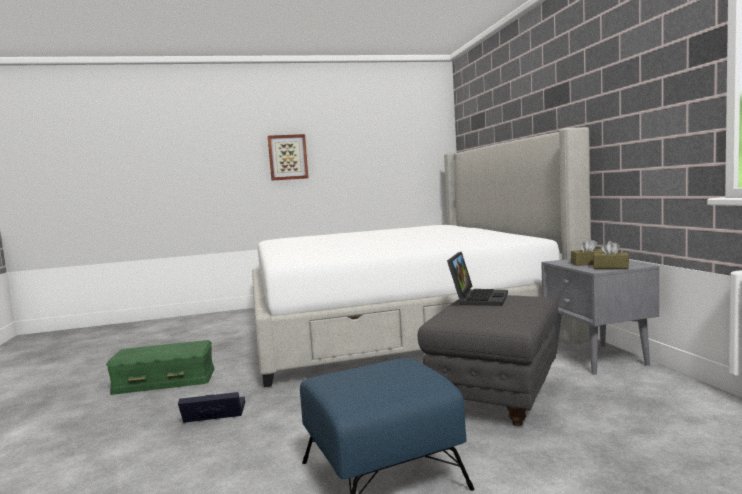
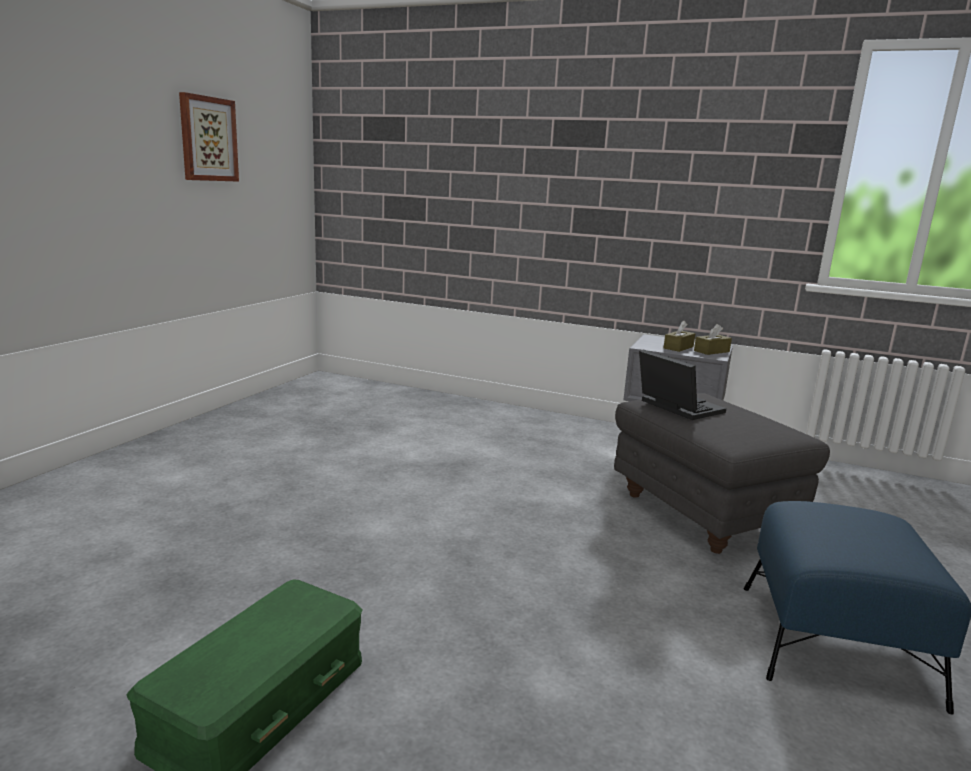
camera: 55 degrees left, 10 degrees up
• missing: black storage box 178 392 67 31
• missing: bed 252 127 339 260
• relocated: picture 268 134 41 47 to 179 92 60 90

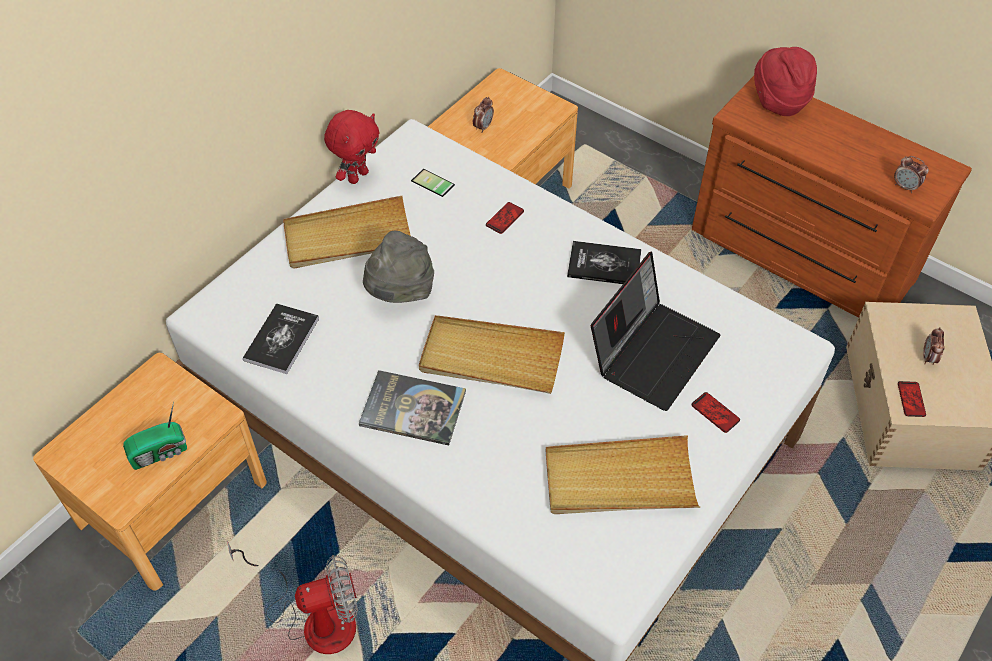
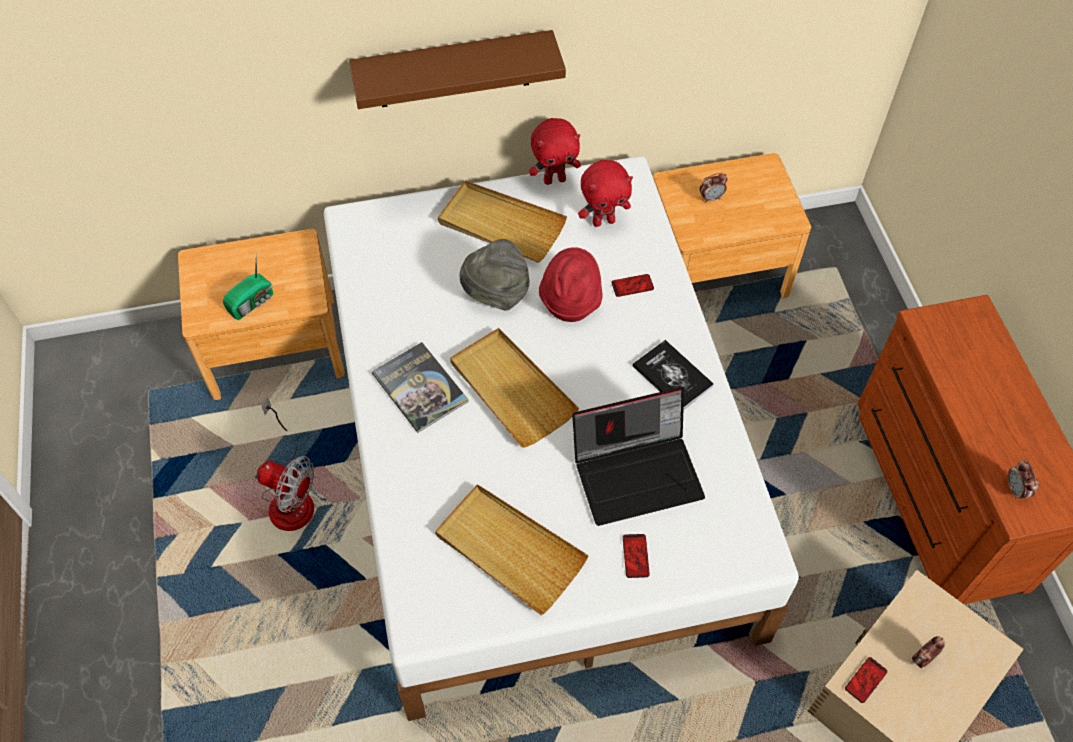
camera: 40 degrees right, 5 degrees up
• spun: radio 123 401 64 69 = 223 253 50 67 60 degrees counterclockwise
• missing: book 243 303 76 71
• exchanged: phone 411 169 44 28 to red plush toy 578 160 55 67
• relocated: red hat 754 47 63 69 to 539 247 63 75
• appeared: brown shelf 349 30 217 79

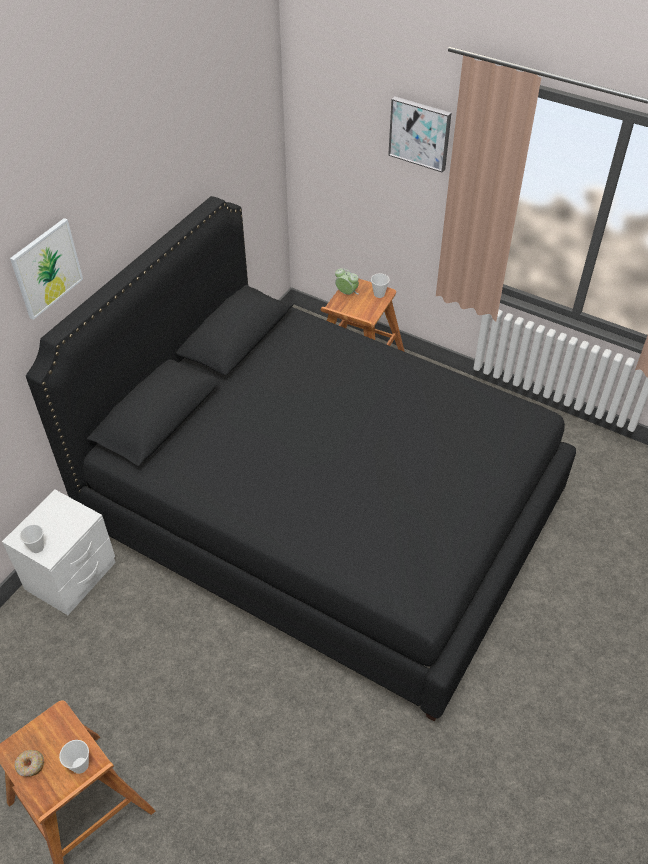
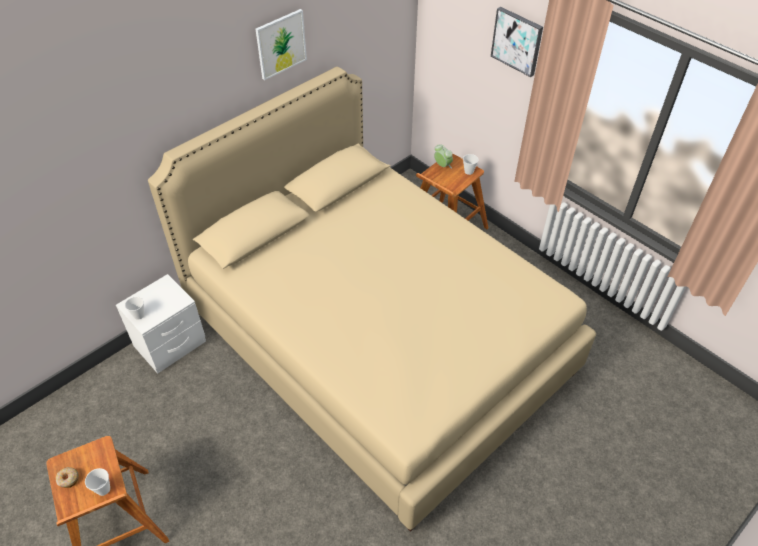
camera: 15 degrees right, 0 degrees up
• relocated: picture 10 218 73 102 to 256 9 51 71
• colour: black bed 26 196 550 526 to beige bed 148 67 448 465

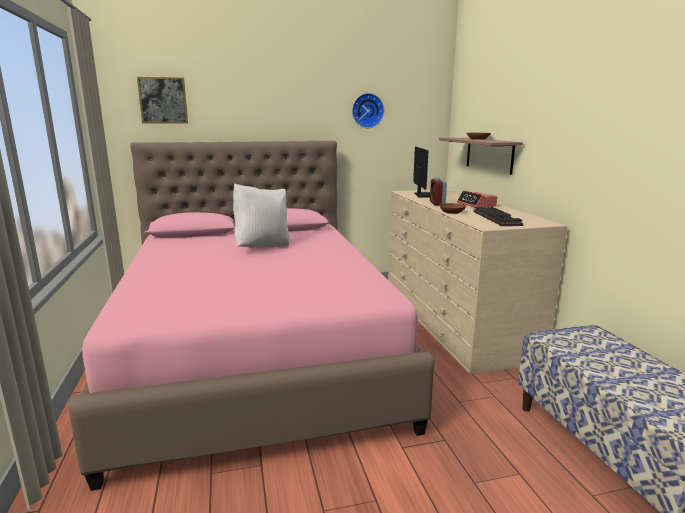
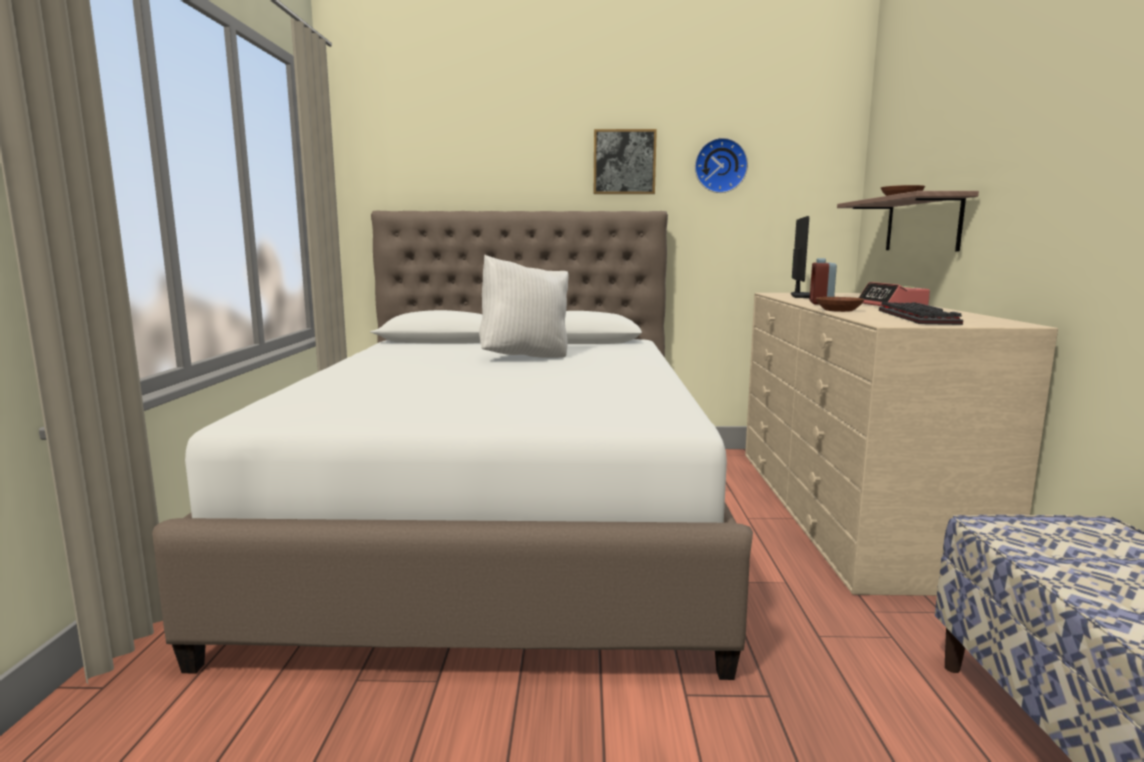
camera: 15 degrees right, 5 degrees down
• colour: pink bed 68 141 367 350 to white bed 152 211 601 469
• relocated: picture 137 77 51 46 to 594 129 63 65

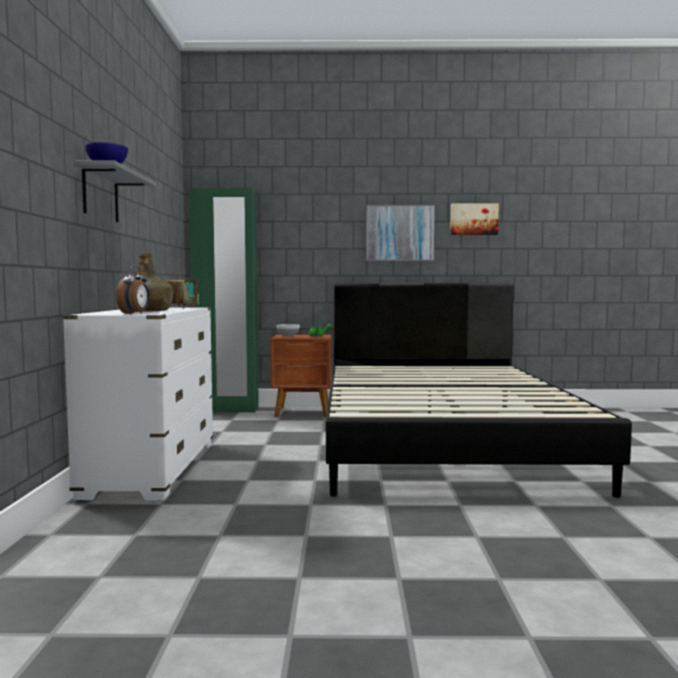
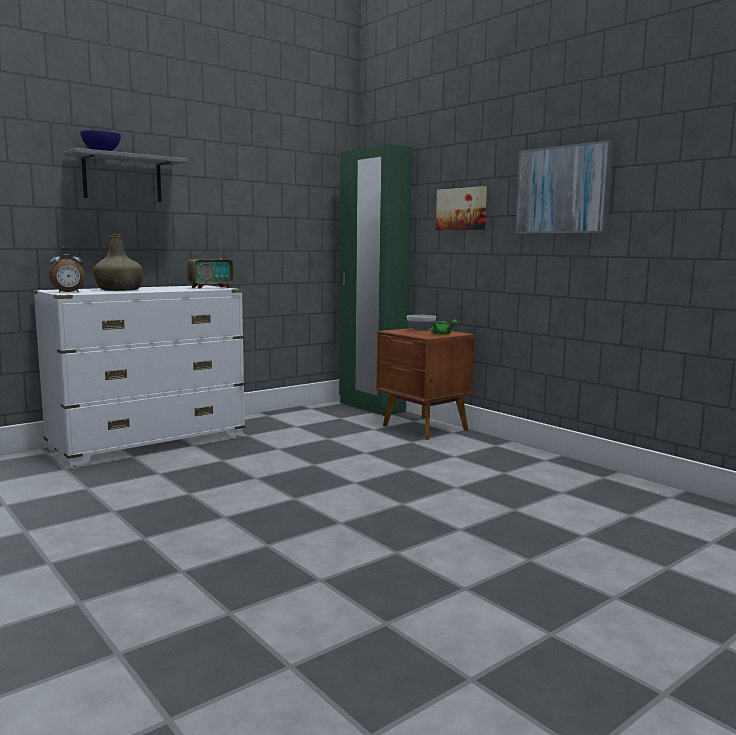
camera: 50 degrees right, 5 degrees up
• missing: black bed 326 283 306 215
• relocated: picture 450 204 49 31 to 436 186 51 44

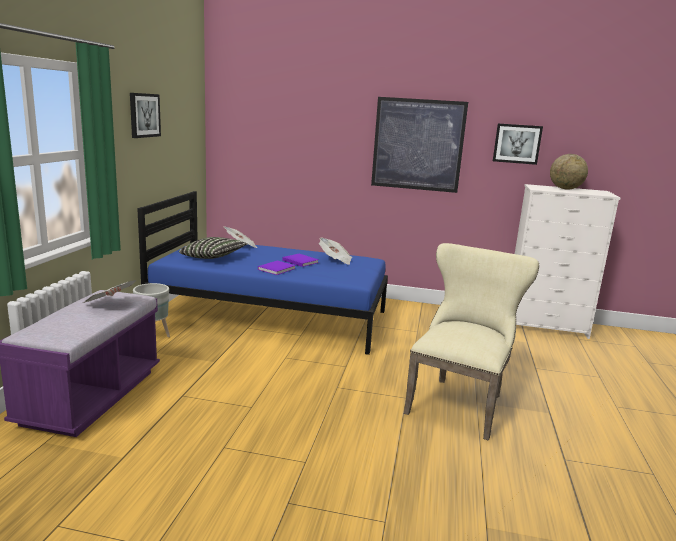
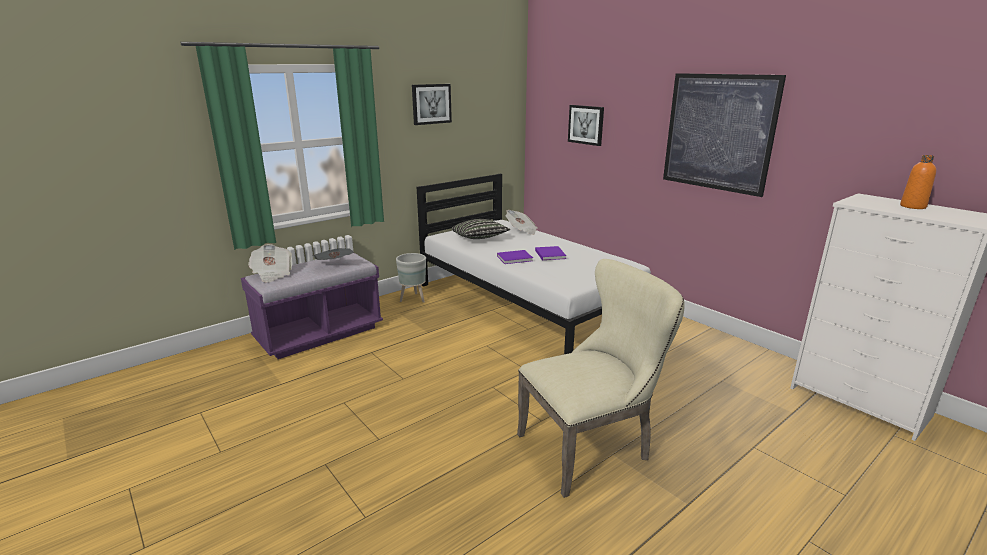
camera: 40 degrees right, 5 degrees up
• colour: blue bed 137 191 251 164 to white bed 417 174 234 180
• relocated: newspaper 319 237 33 28 to 248 244 44 39
• relocated: picture 493 123 50 42 to 568 105 36 41
• exchanged: globe 550 154 38 36 to orange bottle 900 155 36 54

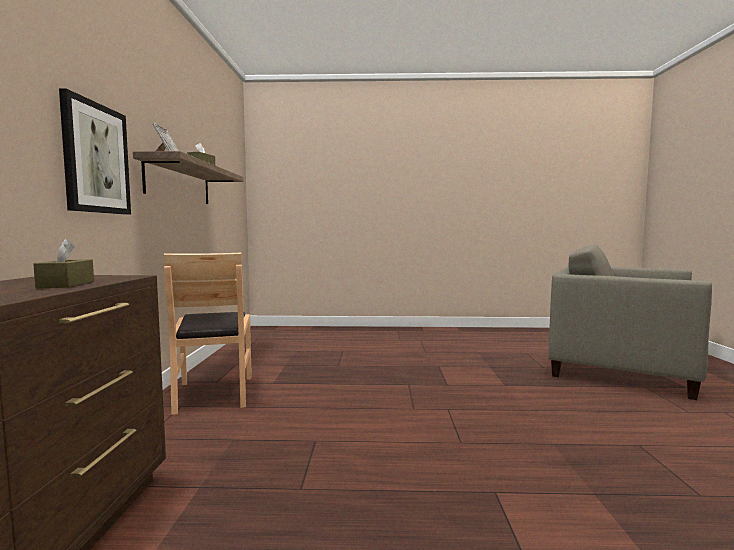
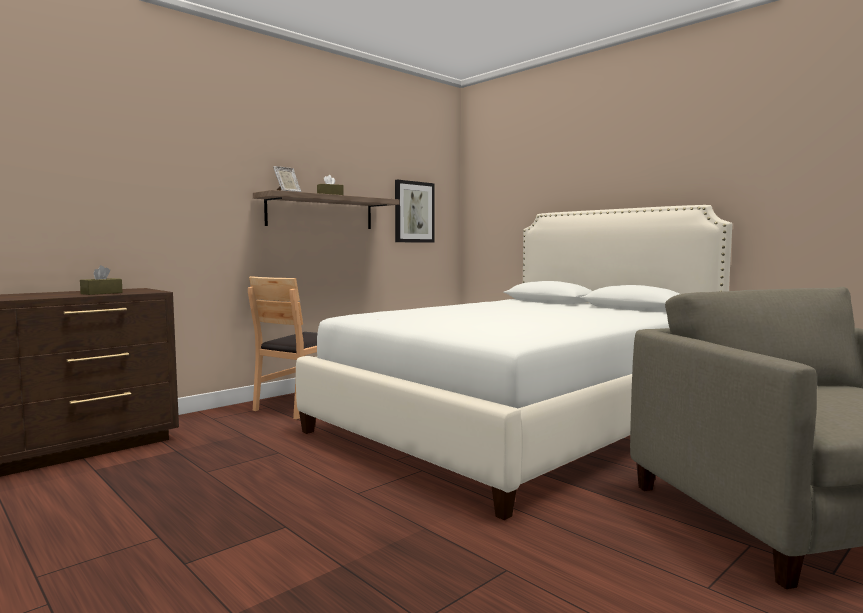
camera: 45 degrees right, 0 degrees up
• relocated: picture 59 88 72 127 to 395 180 40 63
• appeared: white bed 296 205 436 315

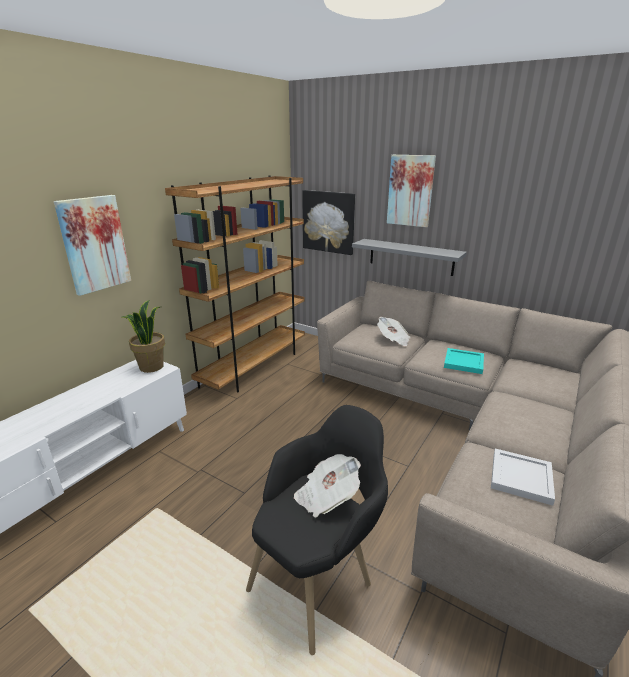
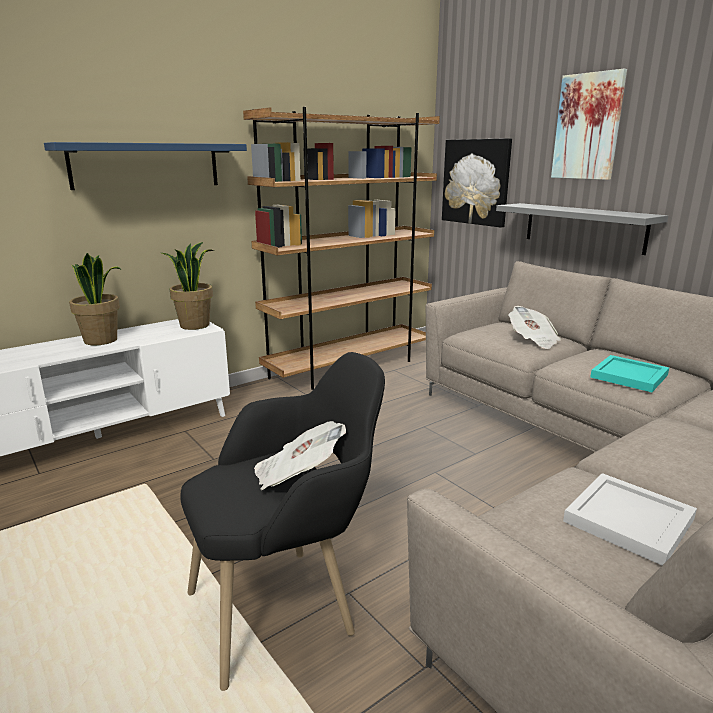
camera: 20 degrees right, 5 degrees down
• exchanged: picture 54 195 77 101 to blue shelf 44 142 203 48
• appeared: potted plant 69 253 53 92

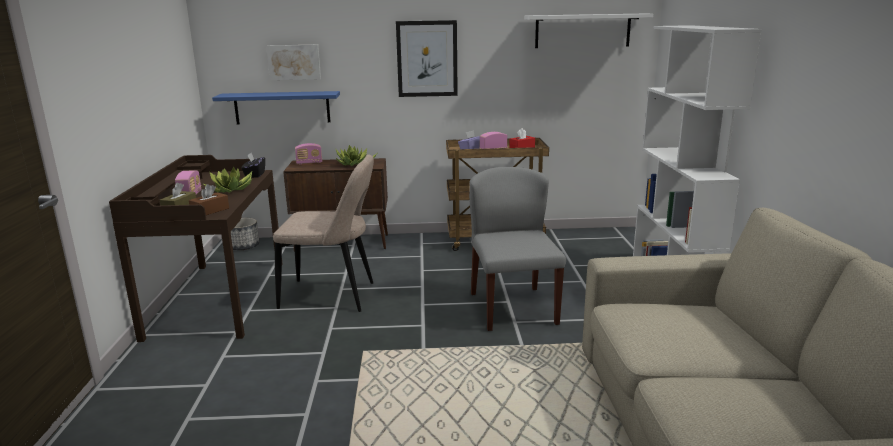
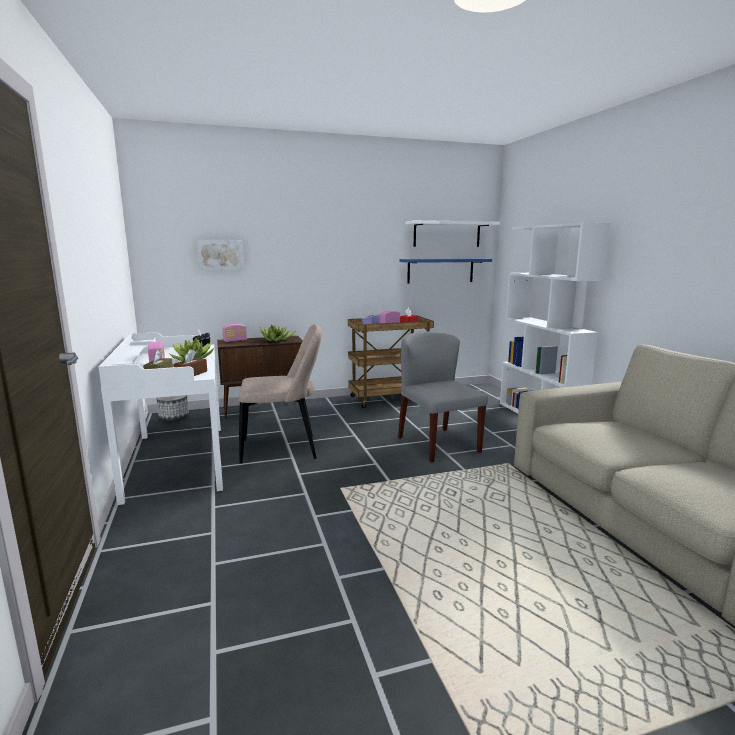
camera: 15 degrees left, 5 degrees down
• colour: brown desk 109 155 174 187 to white desk 99 332 124 173
• relocated: blue shelf 212 91 128 33 to 399 258 93 25
• missing: picture 396 20 62 77

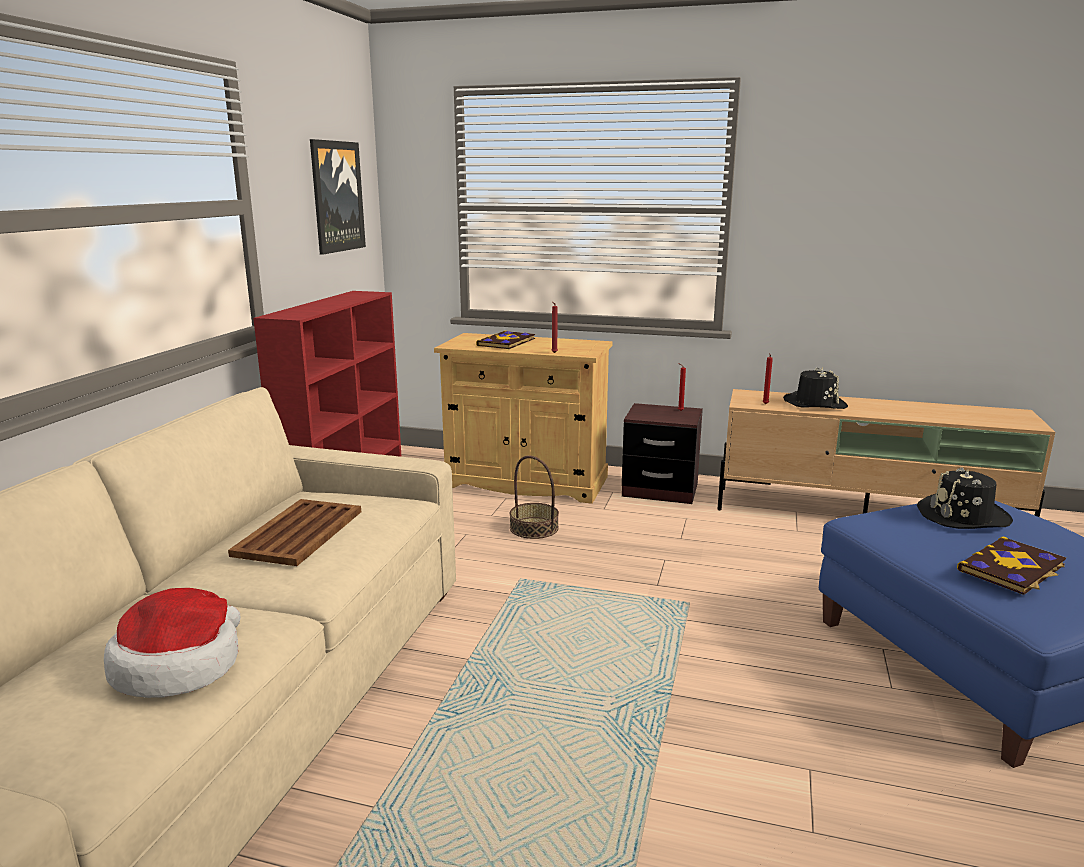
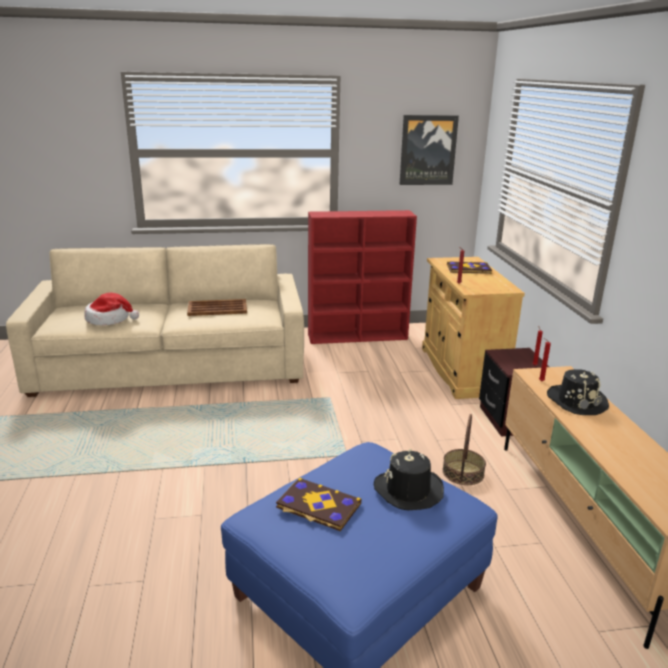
camera: 65 degrees right, 5 degrees up
• relocated: basket 509 455 50 84 to 442 414 44 71

